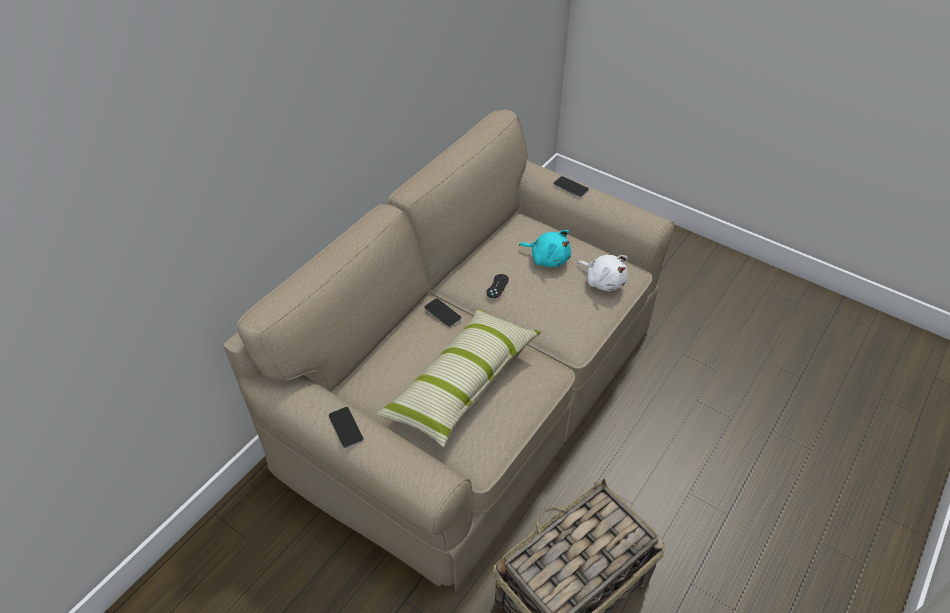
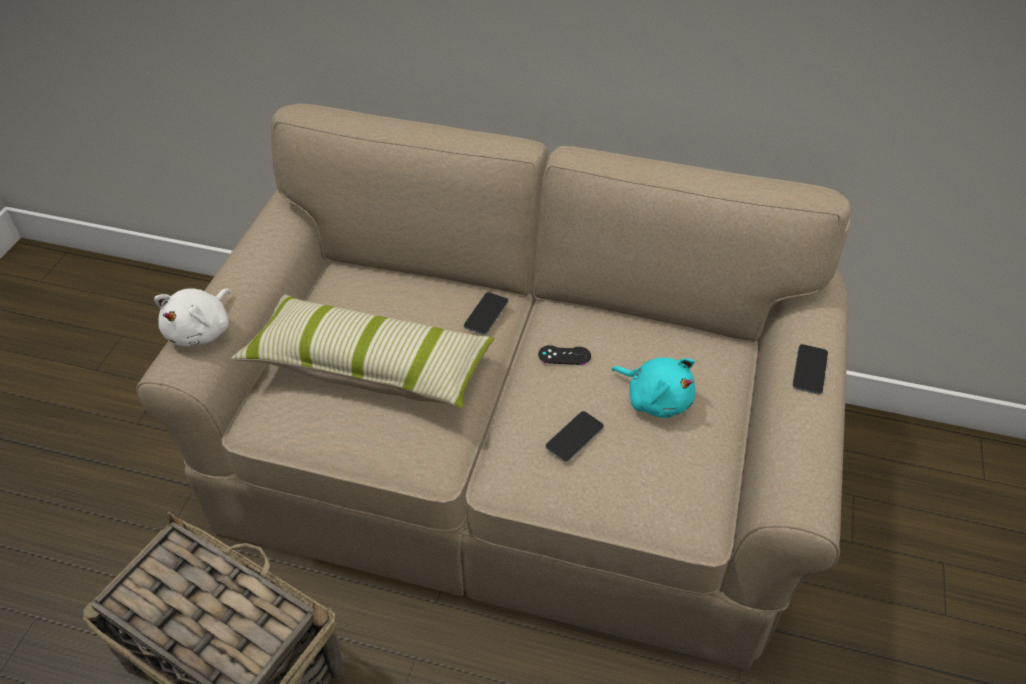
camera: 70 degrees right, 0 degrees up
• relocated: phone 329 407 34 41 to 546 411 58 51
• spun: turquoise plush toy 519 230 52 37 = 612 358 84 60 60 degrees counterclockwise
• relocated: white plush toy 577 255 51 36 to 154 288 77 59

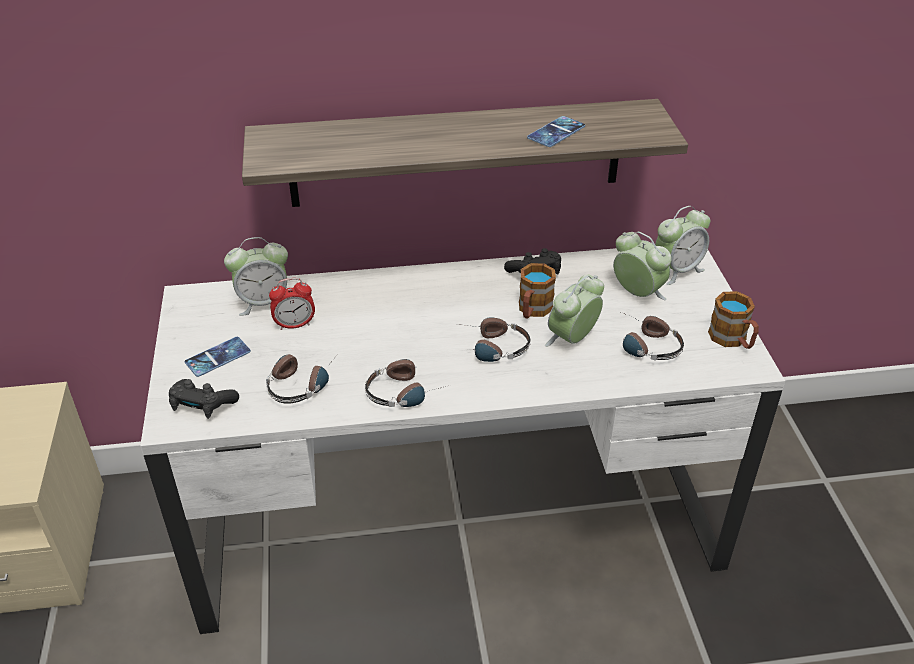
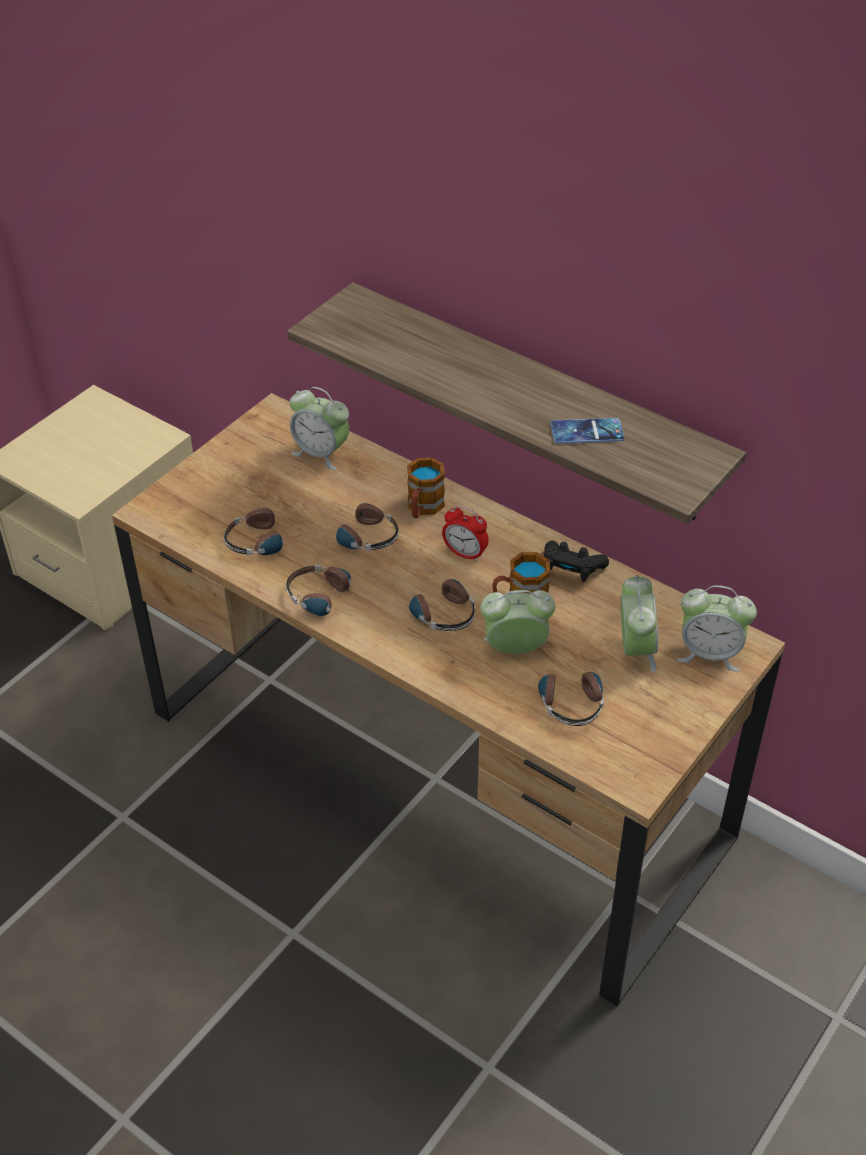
camera: 45 degrees right, 5 degrees up
• colour: white desk 140 248 645 386 to brown desk 112 393 673 614
• missing: black game controller 169 379 70 40
• missing: phone 185 337 66 40
• relocated: alarm clock 269 278 46 52 to 442 505 47 57
• relocated: mug 708 291 51 58 to 407 457 38 61
• appeared: headphones 332 502 67 49

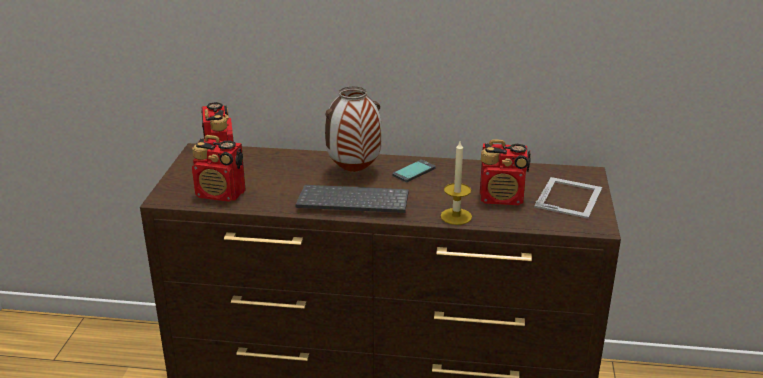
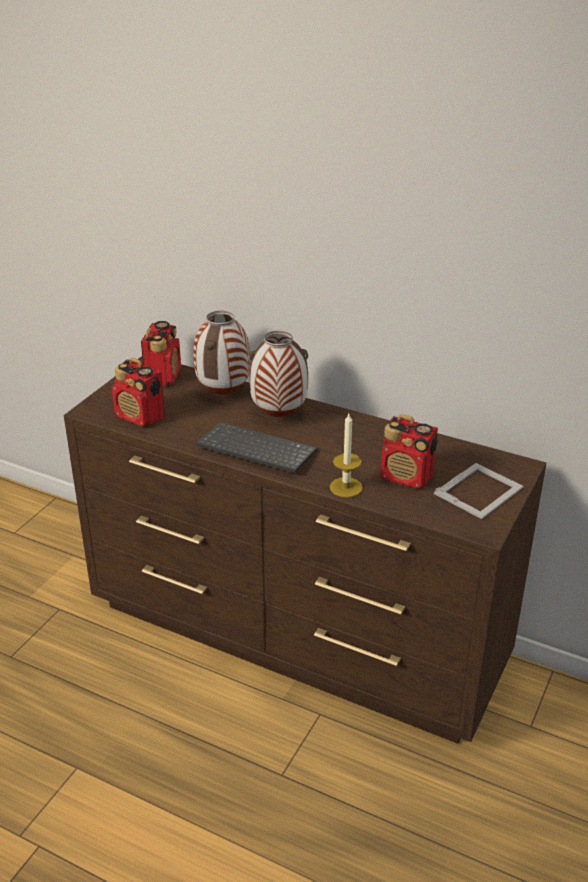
camera: 20 degrees right, 5 degrees up
• missing: phone 393 160 42 22
• appeared: vase 193 311 58 84

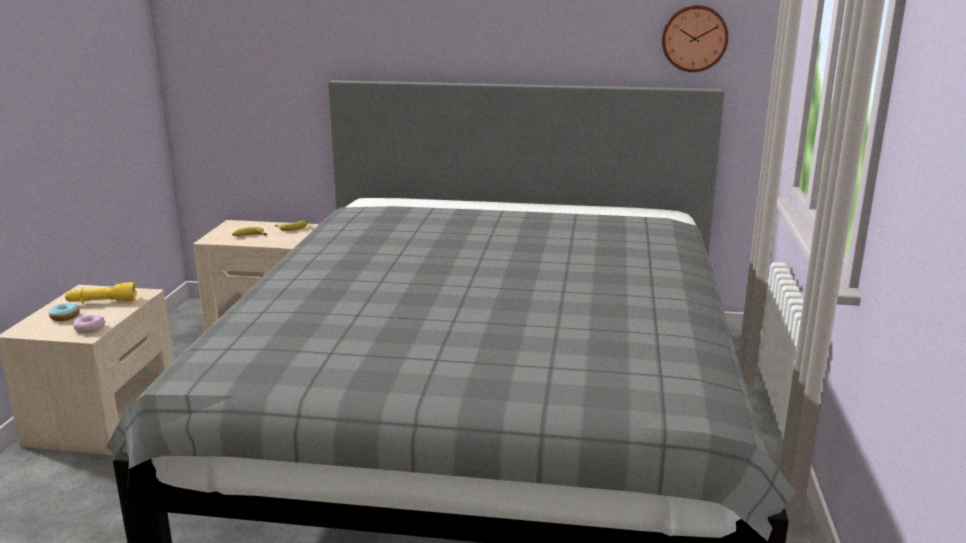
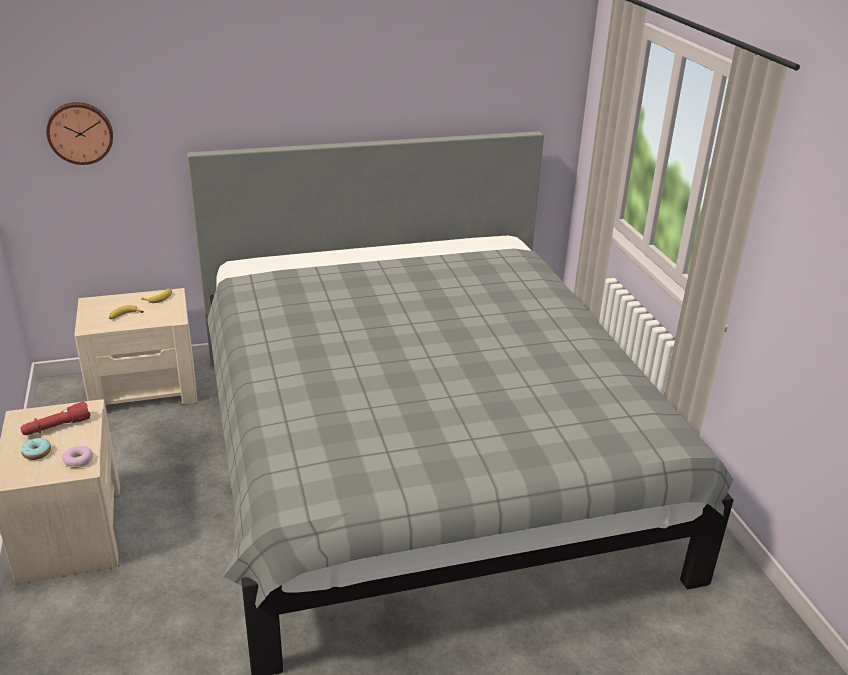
camera: 25 degrees left, 10 degrees up
• colour: yellow flashlight 65 282 72 21 to red flashlight 21 401 70 34
• relocated: wall clock 662 5 67 67 to 46 102 67 63

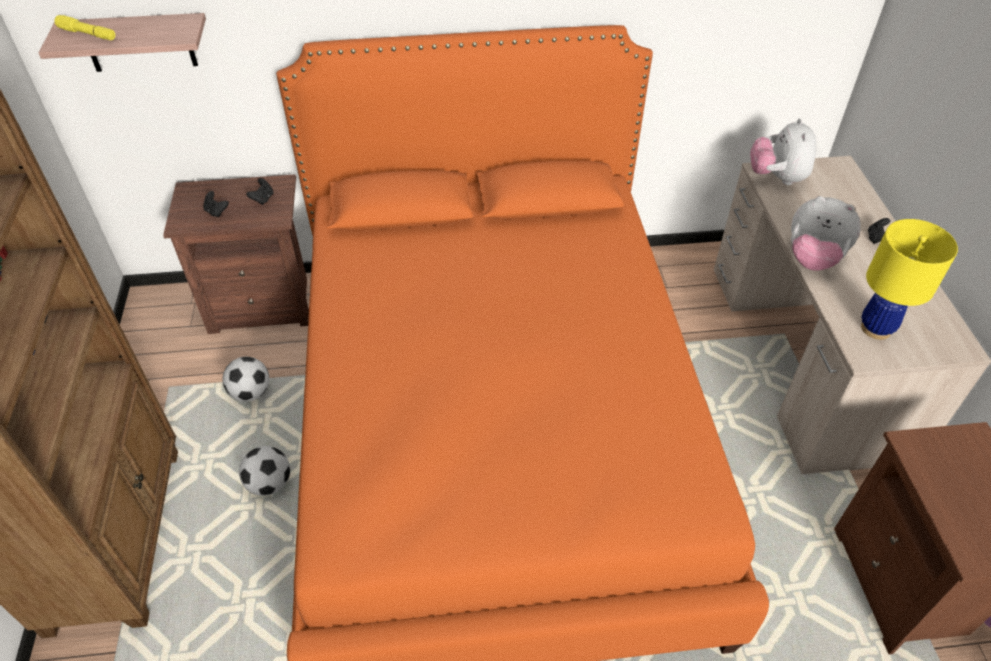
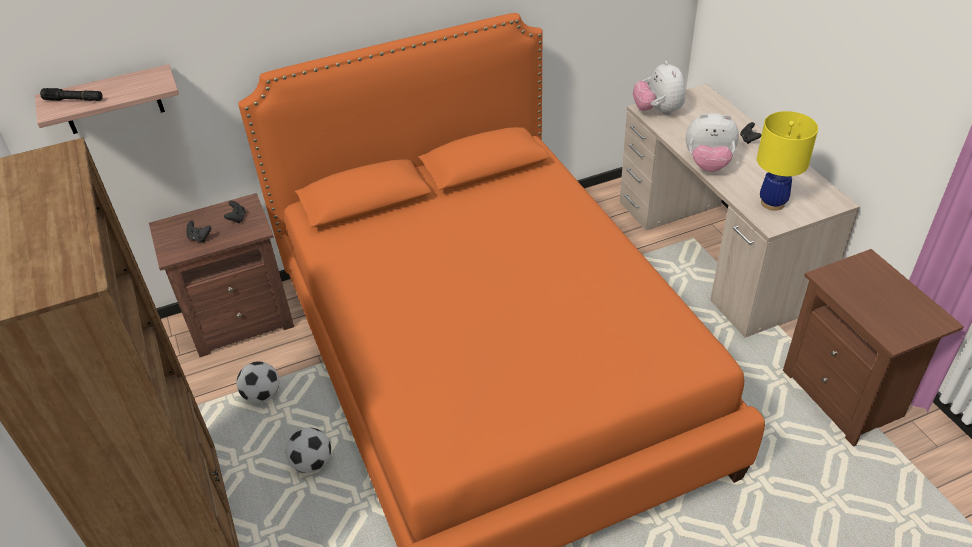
camera: 15 degrees left, 5 degrees down
• colour: yellow flashlight 54 15 61 25 to black flashlight 40 88 63 13

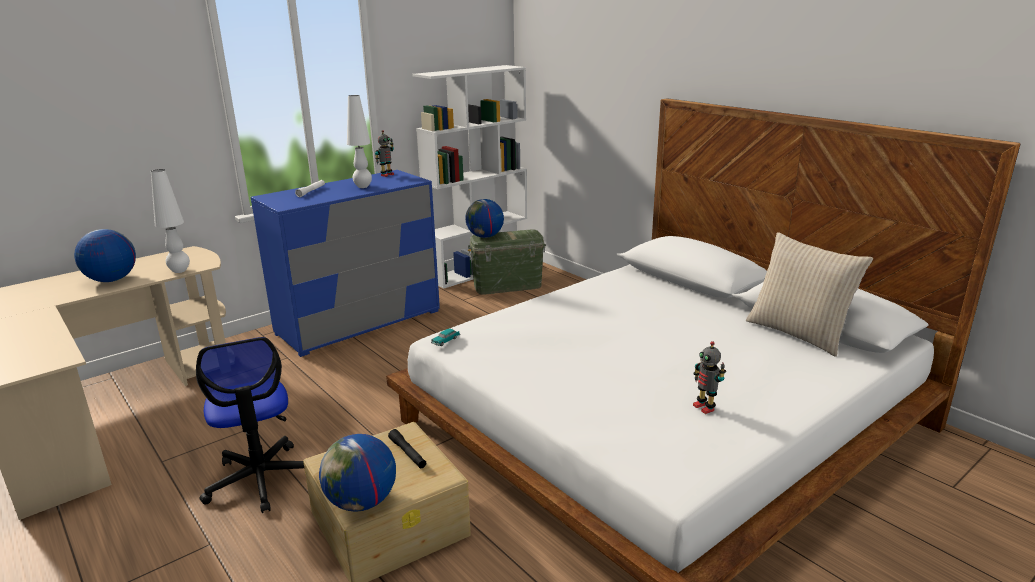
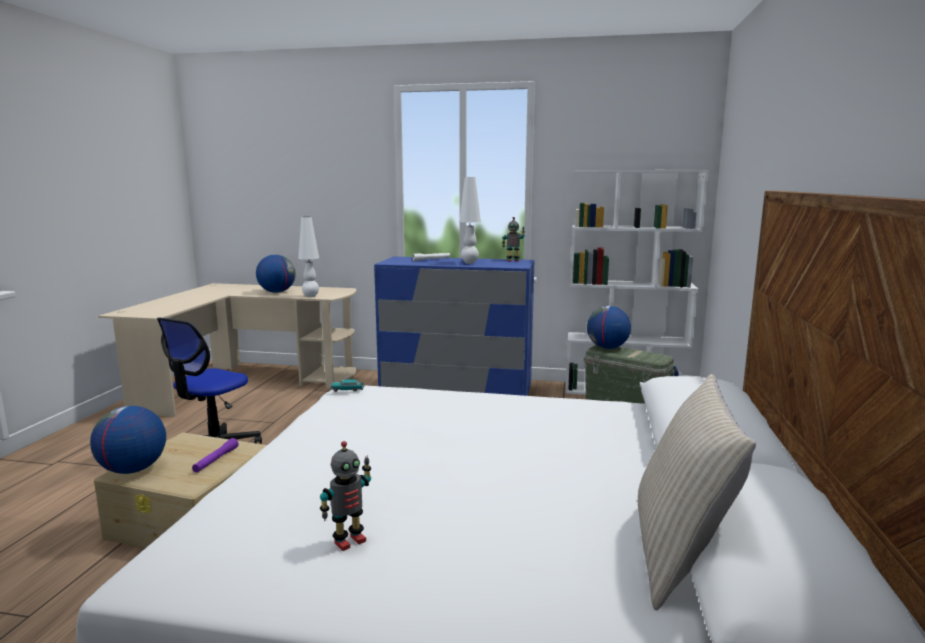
camera: 50 degrees right, 10 degrees down
• colour: black flashlight 388 429 38 39 to purple flashlight 192 438 47 35
• spun: toy robot 693 341 33 73 = 320 441 51 110 150 degrees counterclockwise

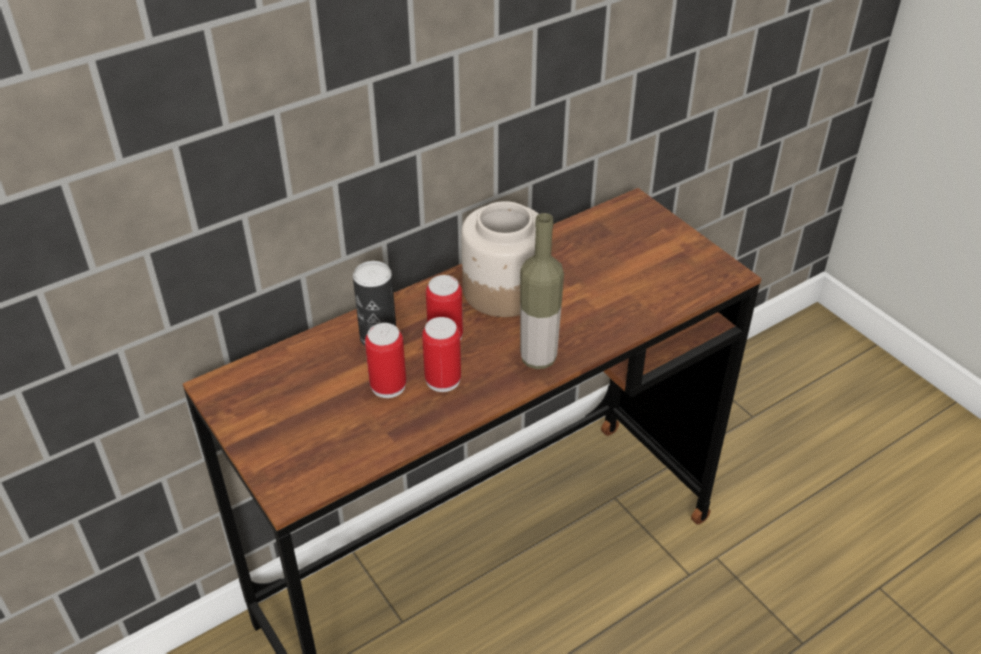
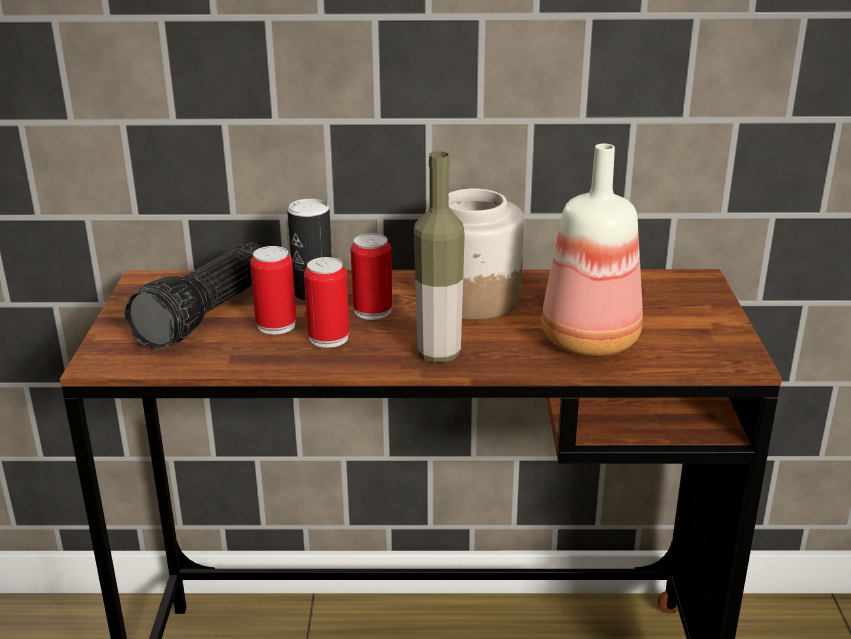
camera: 35 degrees right, 15 degrees down
• appeared: flashlight 124 243 138 106
• appeared: bottle 542 144 101 212

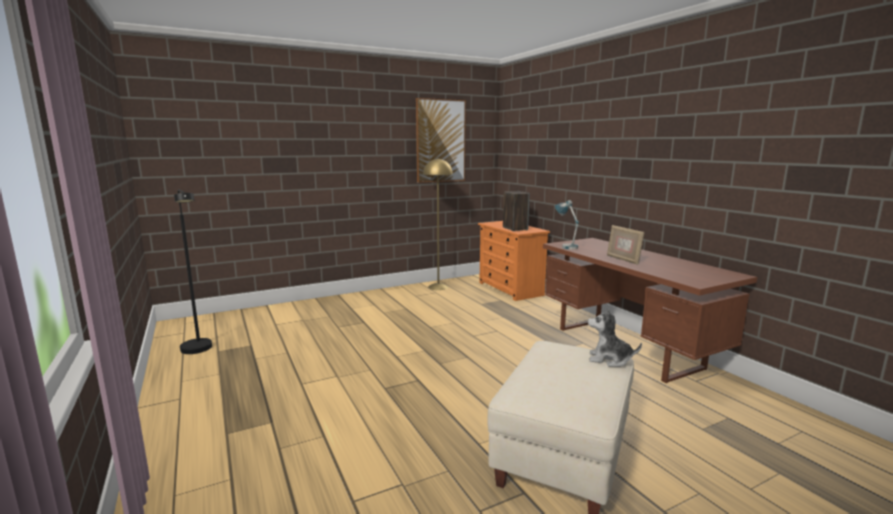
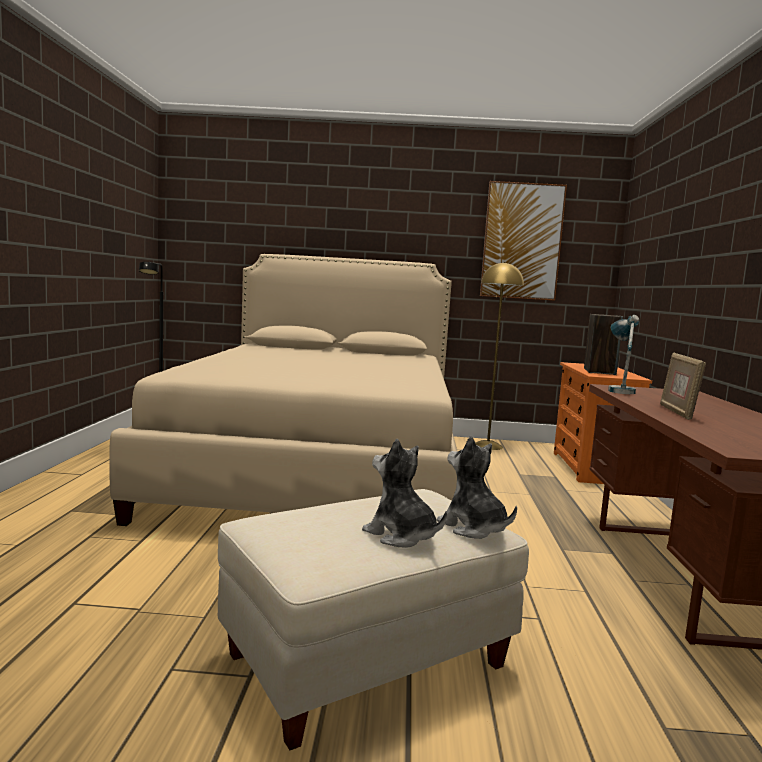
camera: 30 degrees right, 5 degrees down
• appeared: beige bed 109 254 349 272
• appeared: plush toy 362 438 85 109

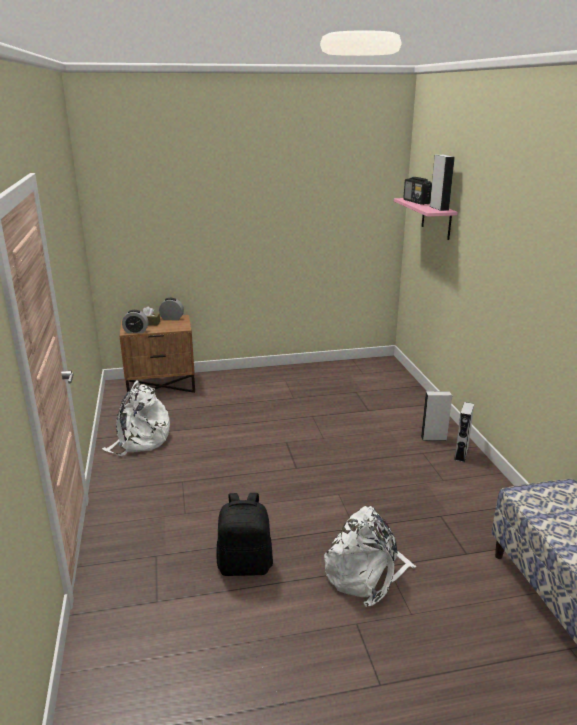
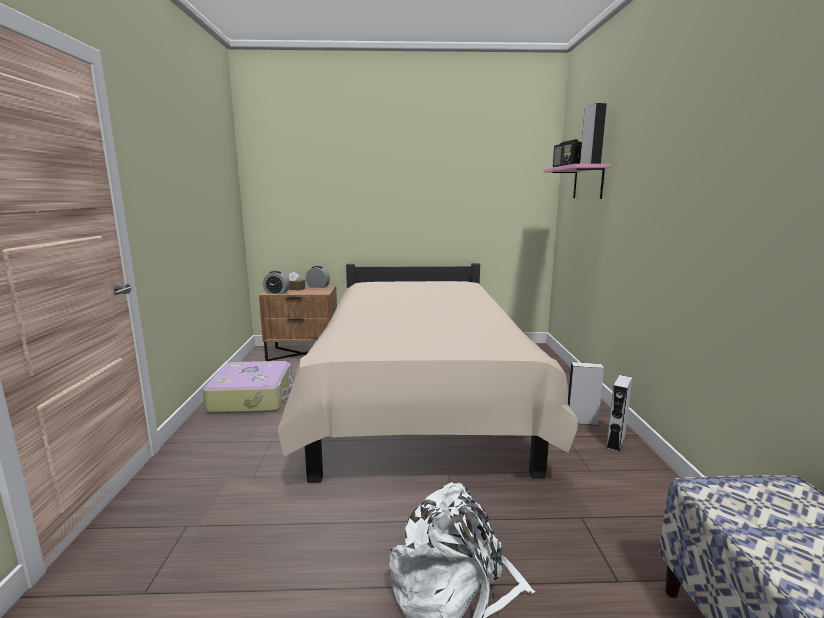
camera: 10 degrees right, 10 degrees down
• exchanged: white backpack 102 380 68 76 to suitcase 203 361 91 52
• missing: black backpack 216 493 57 83
• appeared: beige bed 278 263 300 220

